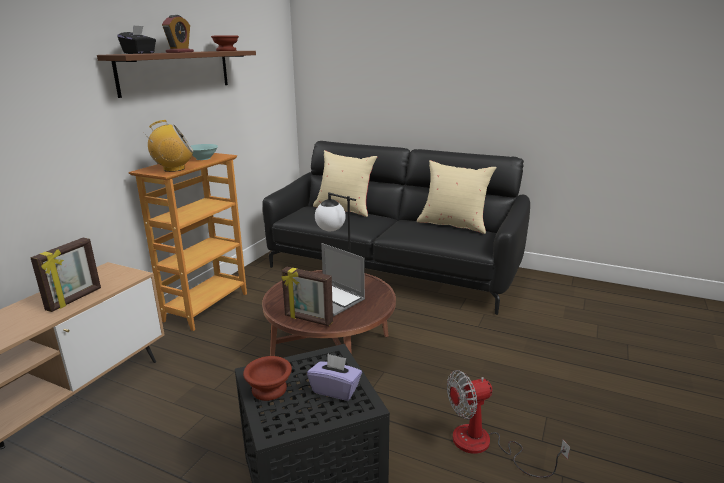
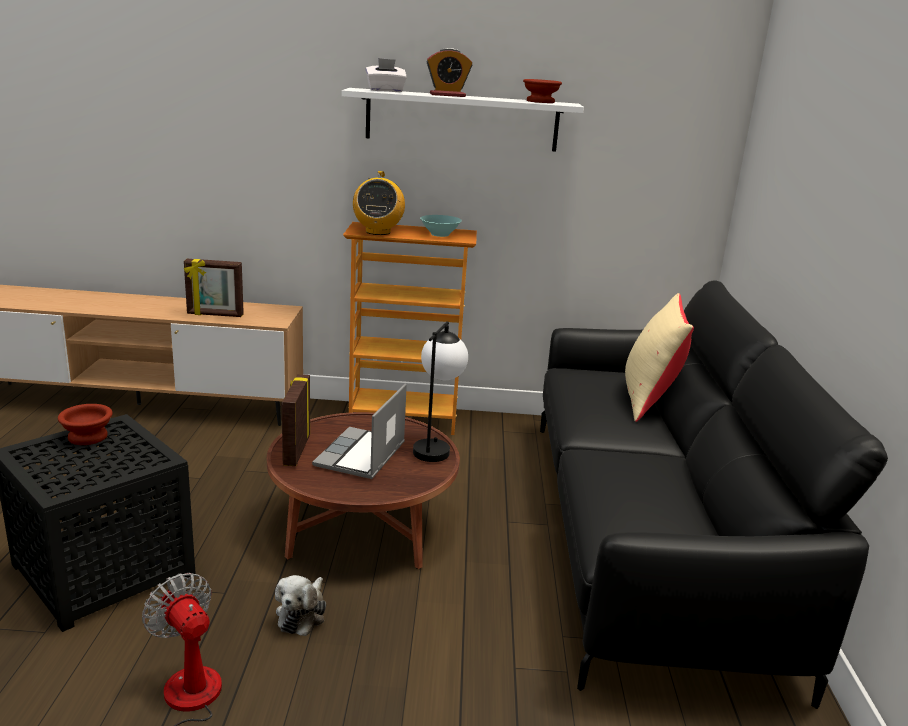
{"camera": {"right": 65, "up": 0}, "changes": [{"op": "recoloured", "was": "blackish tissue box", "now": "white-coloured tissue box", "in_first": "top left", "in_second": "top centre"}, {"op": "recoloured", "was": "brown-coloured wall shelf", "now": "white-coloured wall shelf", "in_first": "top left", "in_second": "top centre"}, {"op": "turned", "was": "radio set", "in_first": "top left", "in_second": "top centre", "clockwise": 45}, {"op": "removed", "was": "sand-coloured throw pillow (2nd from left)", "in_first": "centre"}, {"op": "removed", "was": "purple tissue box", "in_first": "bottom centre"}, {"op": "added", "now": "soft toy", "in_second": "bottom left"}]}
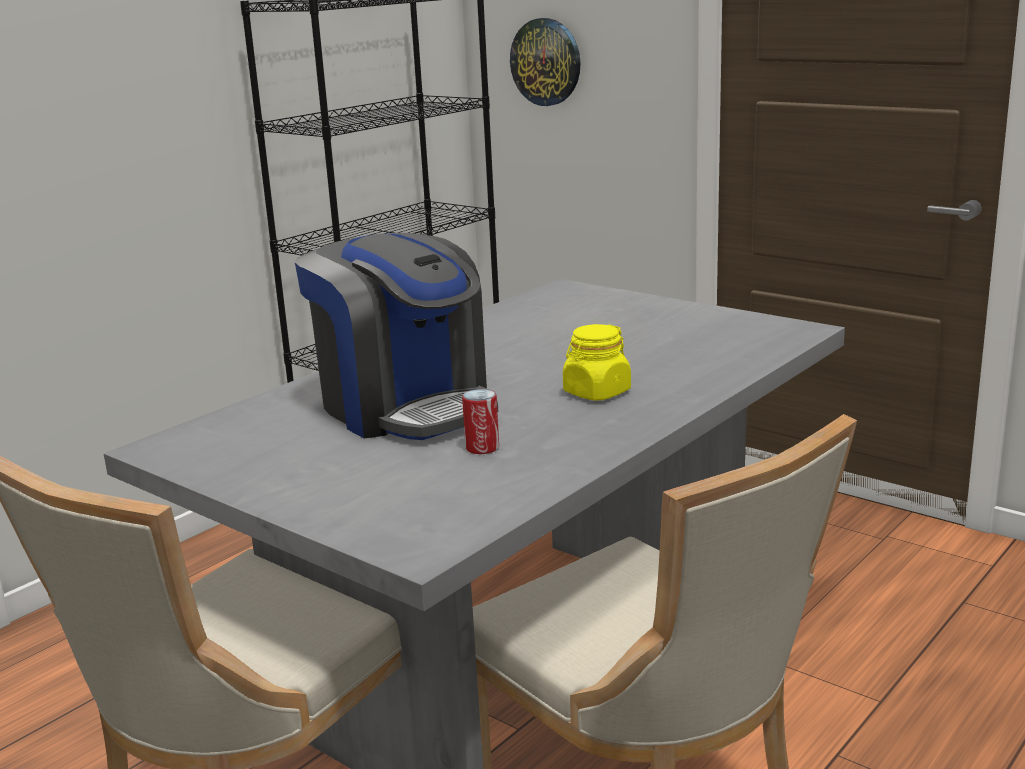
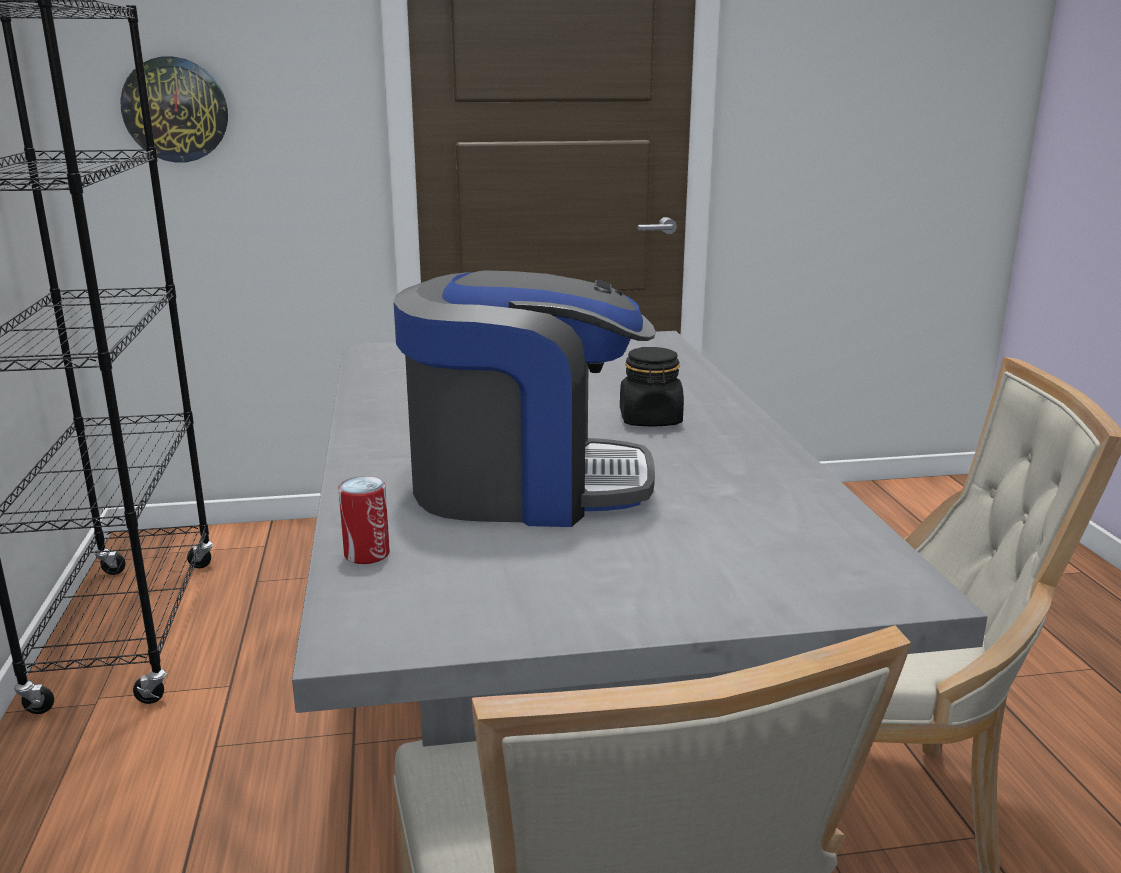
{"camera": {"right": -50, "up": 0}, "changes": [{"op": "recoloured", "was": "yellowish preserve jar", "now": "blackish preserve jar", "in_first": "centre", "in_second": "centre"}, {"op": "moved", "was": "sealed can", "in_first": "centre", "in_second": "middle left"}]}
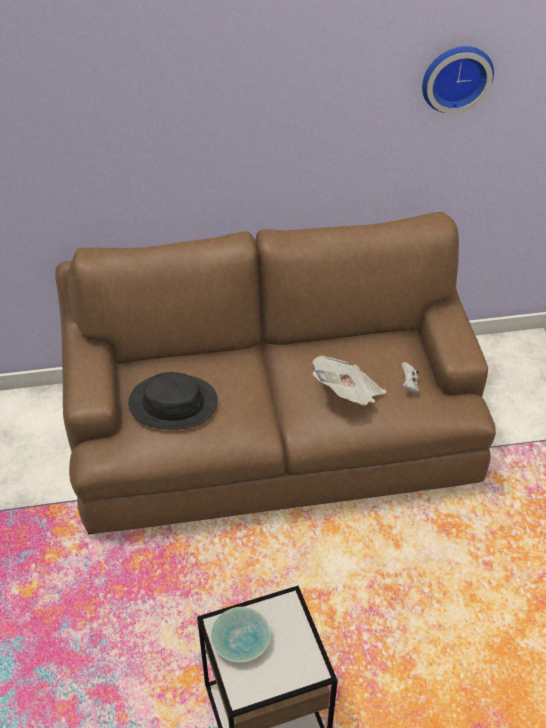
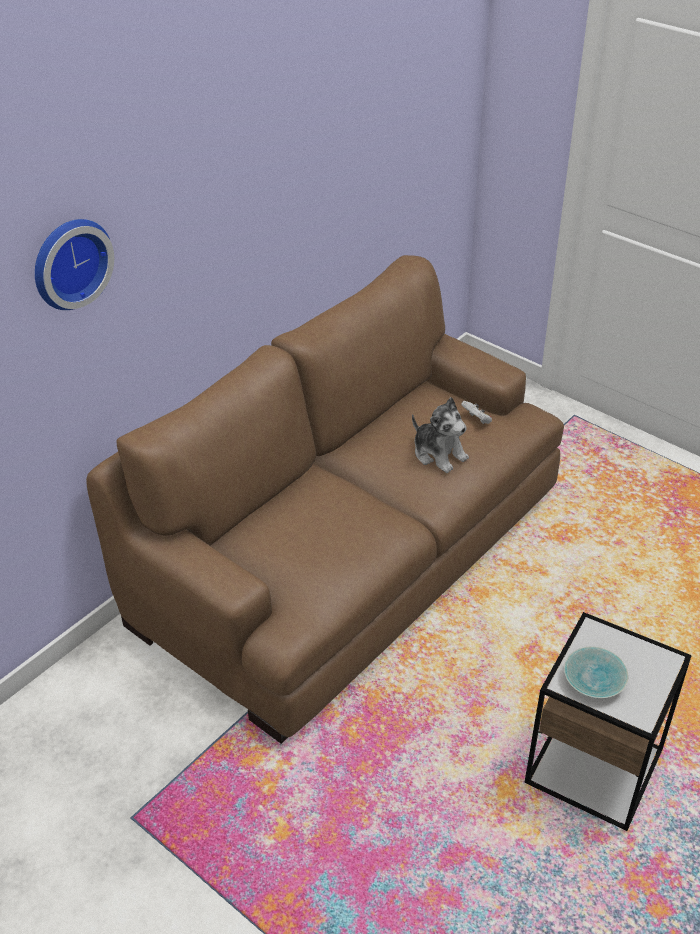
{"camera": {"right": -40, "up": -5}, "changes": [{"op": "moved", "was": "wall clock", "in_first": "top right", "in_second": "top left"}, {"op": "replaced", "was": "daily paper", "now": "soft toy", "in_first": "centre", "in_second": "centre"}, {"op": "removed", "was": "blackish wearable hat", "in_first": "middle left"}]}
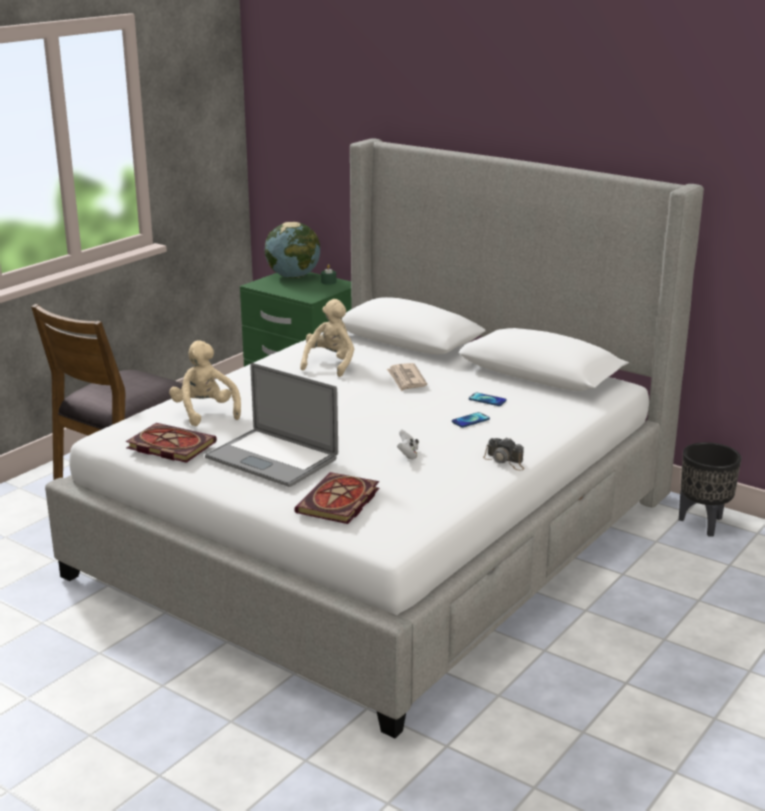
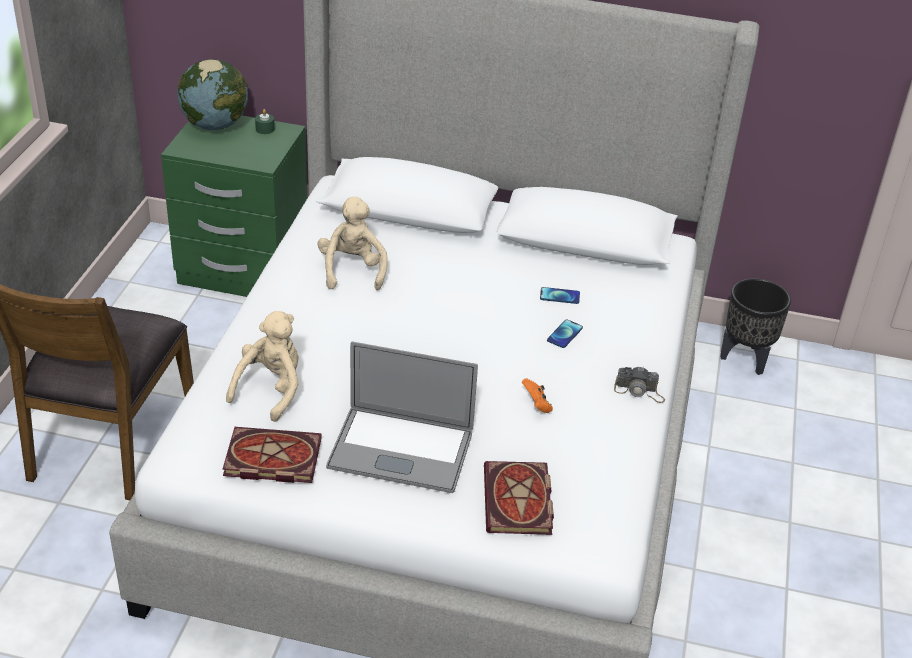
{"camera": {"right": -25, "up": 15}, "changes": [{"op": "turned", "was": "sand-coloured soft toy (1st from left)", "in_first": "middle left", "in_second": "middle left", "clockwise": 75}, {"op": "removed", "was": "daily paper", "in_first": "centre"}, {"op": "recoloured", "was": "white-coloured game controller", "now": "orange-coloured game controller", "in_first": "centre", "in_second": "centre"}]}
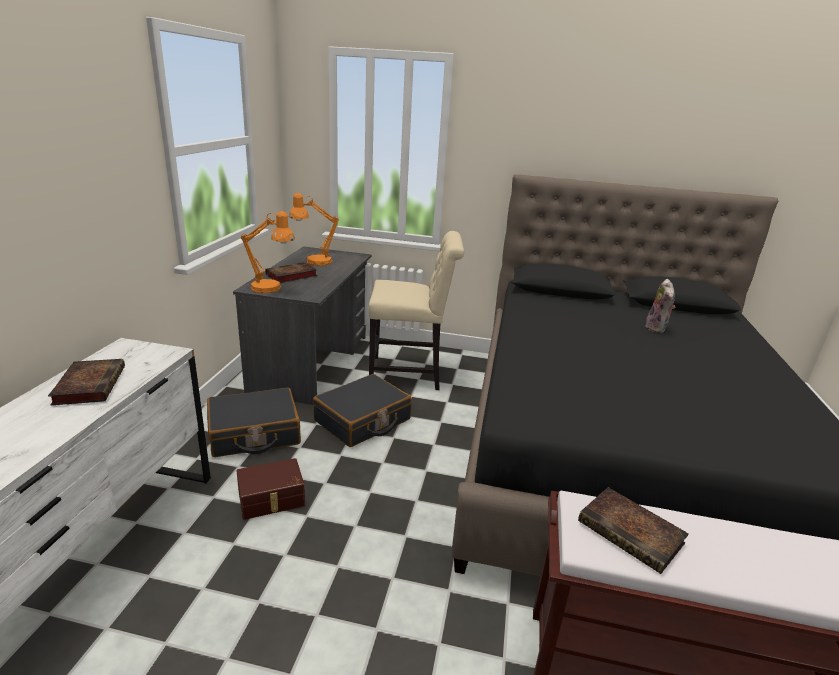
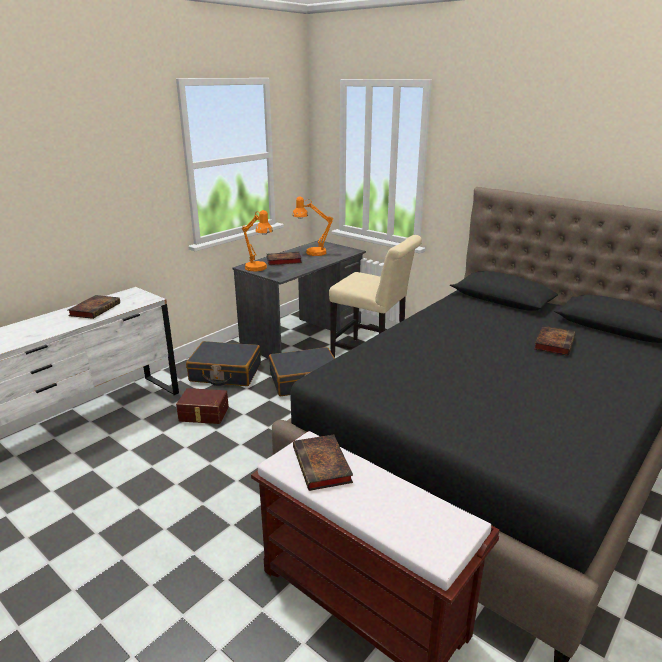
{"camera": {"right": 30, "up": 0}, "changes": [{"op": "replaced", "was": "soft toy", "now": "book (4th from left)", "in_first": "middle right", "in_second": "middle right"}]}
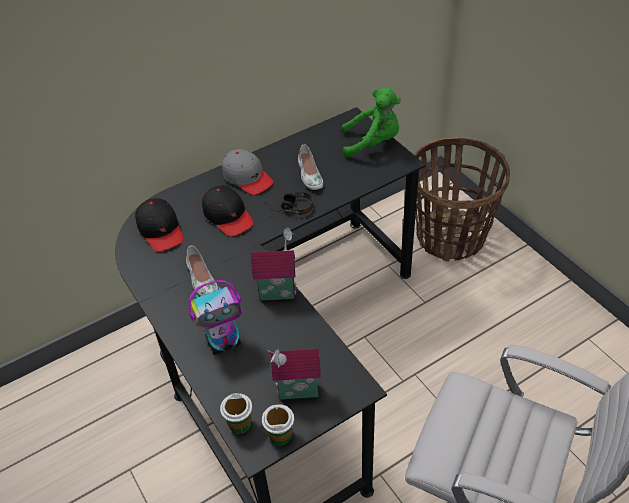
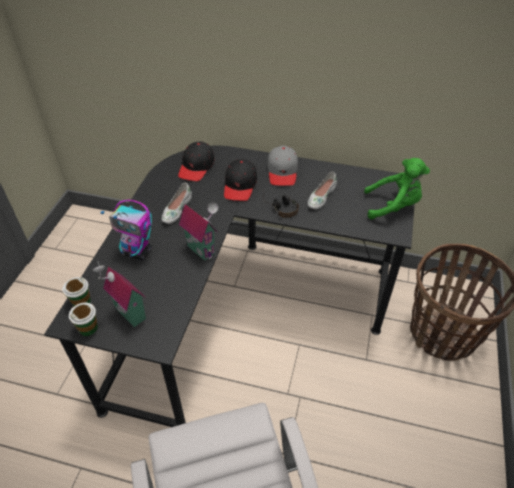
{"camera": {"right": 45, "up": 0}, "changes": [{"op": "turned", "was": "green soft toy", "in_first": "top centre", "in_second": "middle right", "clockwise": -45}]}
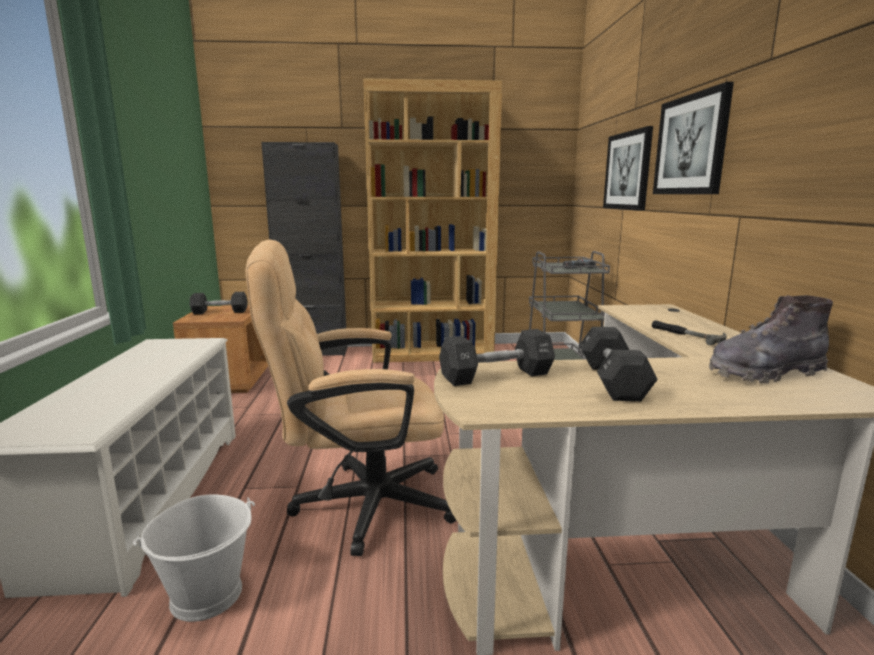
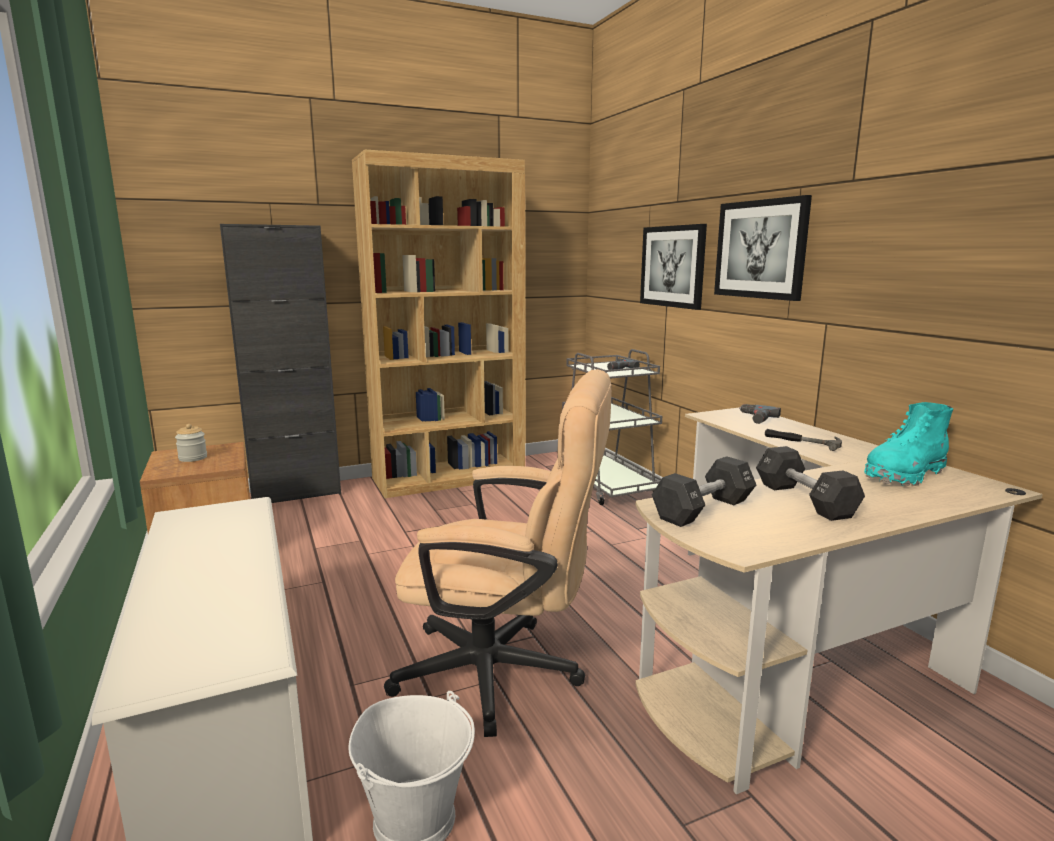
{"camera": {"right": -20, "up": 0}, "changes": [{"op": "turned", "was": "sand-coloured computer chair", "in_first": "centre", "in_second": "centre", "clockwise": -135}, {"op": "replaced", "was": "blackish hand weight (1st from left)", "now": "preserve jar", "in_first": "middle left", "in_second": "middle left"}, {"op": "recoloured", "was": "gray tall boot", "now": "turquoise-coloured tall boot", "in_first": "middle right", "in_second": "middle right"}, {"op": "added", "now": "drill (2nd from left)", "in_second": "middle right"}]}
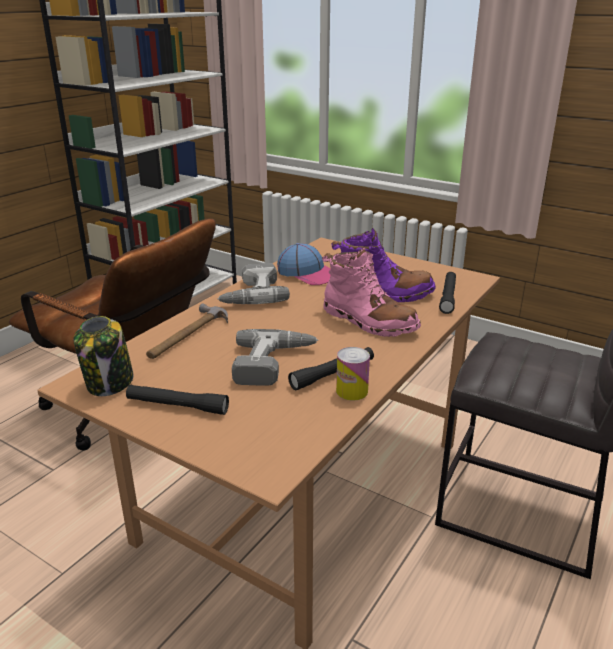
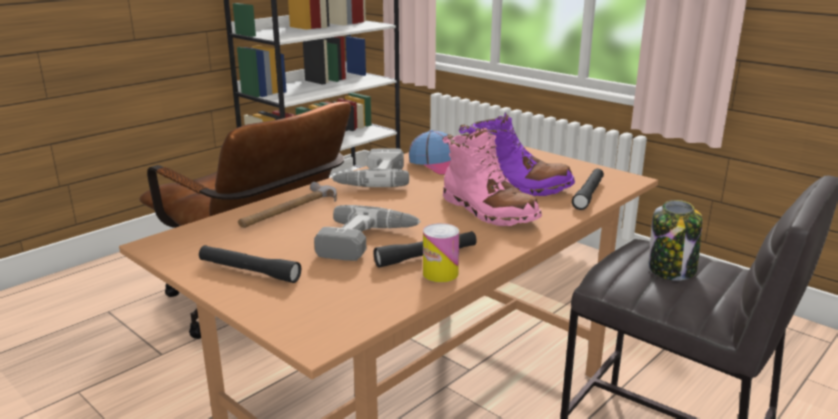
{"camera": {"right": 10, "up": -5}, "changes": [{"op": "moved", "was": "preserve jar", "in_first": "middle left", "in_second": "middle right"}]}
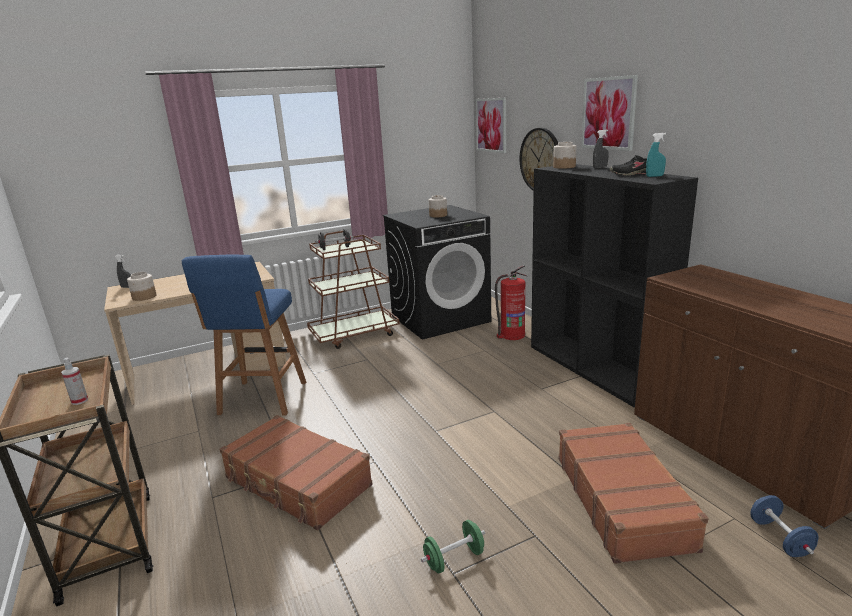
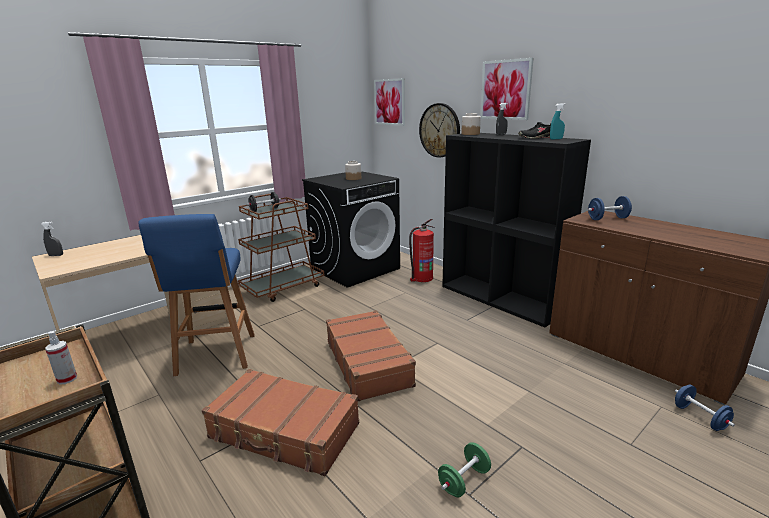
{"camera": {"right": -15, "up": 0}, "changes": [{"op": "removed", "was": "preserve jar (1st from left)", "in_first": "middle left"}, {"op": "moved", "was": "brown-coloured suitcase (2nd from left)", "in_first": "bottom right", "in_second": "bottom centre"}, {"op": "added", "now": "blue-coloured hand weight (1st from left)", "in_second": "middle right"}]}
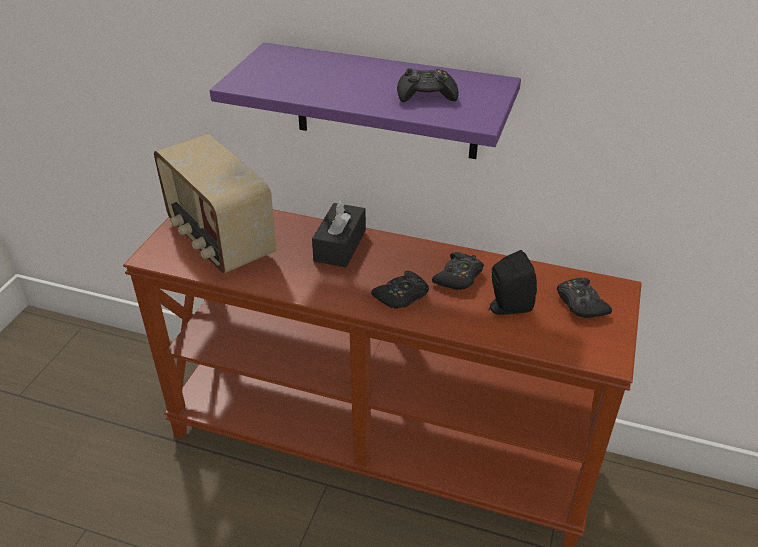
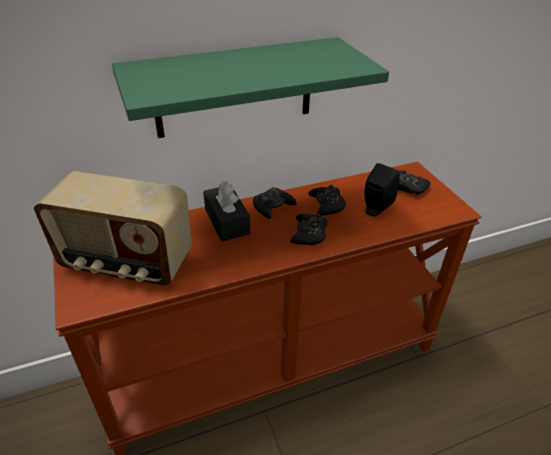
{"camera": {"right": -40, "up": 0}, "changes": [{"op": "recoloured", "was": "purple wall shelf", "now": "green wall shelf", "in_first": "top centre", "in_second": "top centre"}, {"op": "moved", "was": "blackish game controller (2nd from left in the first image)", "now": "blackish game controller (1st from left)", "in_first": "top centre", "in_second": "centre"}]}
